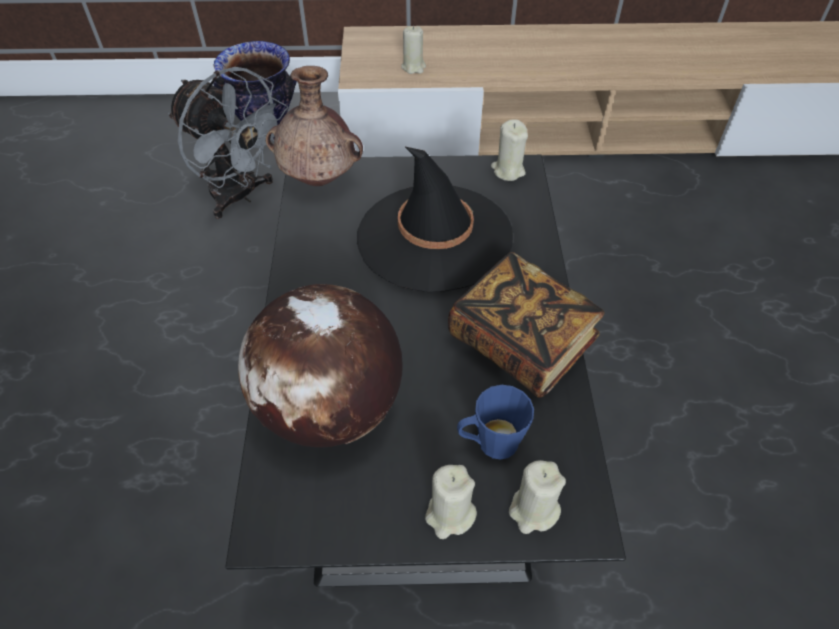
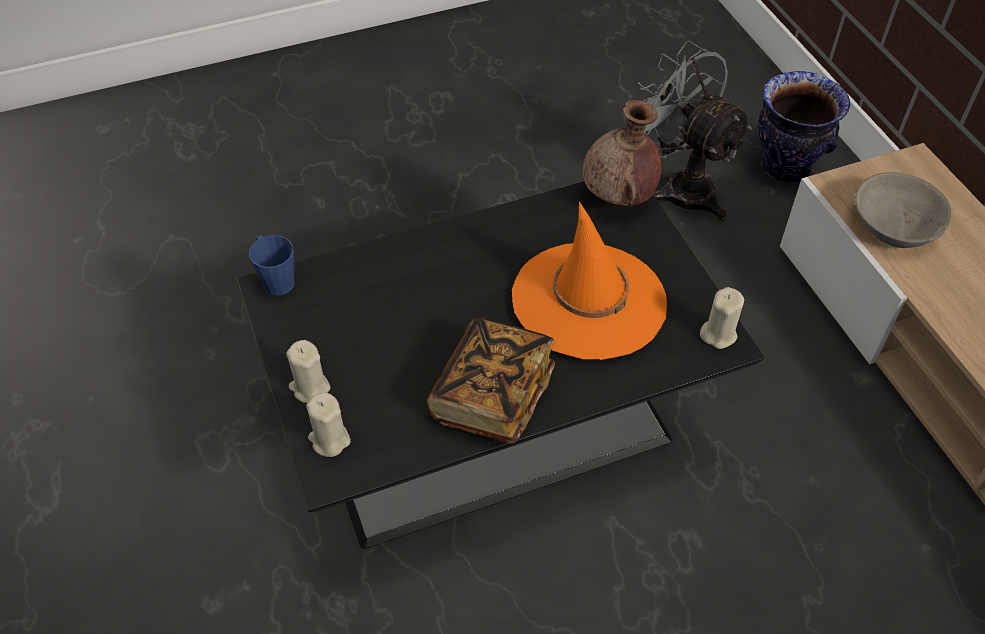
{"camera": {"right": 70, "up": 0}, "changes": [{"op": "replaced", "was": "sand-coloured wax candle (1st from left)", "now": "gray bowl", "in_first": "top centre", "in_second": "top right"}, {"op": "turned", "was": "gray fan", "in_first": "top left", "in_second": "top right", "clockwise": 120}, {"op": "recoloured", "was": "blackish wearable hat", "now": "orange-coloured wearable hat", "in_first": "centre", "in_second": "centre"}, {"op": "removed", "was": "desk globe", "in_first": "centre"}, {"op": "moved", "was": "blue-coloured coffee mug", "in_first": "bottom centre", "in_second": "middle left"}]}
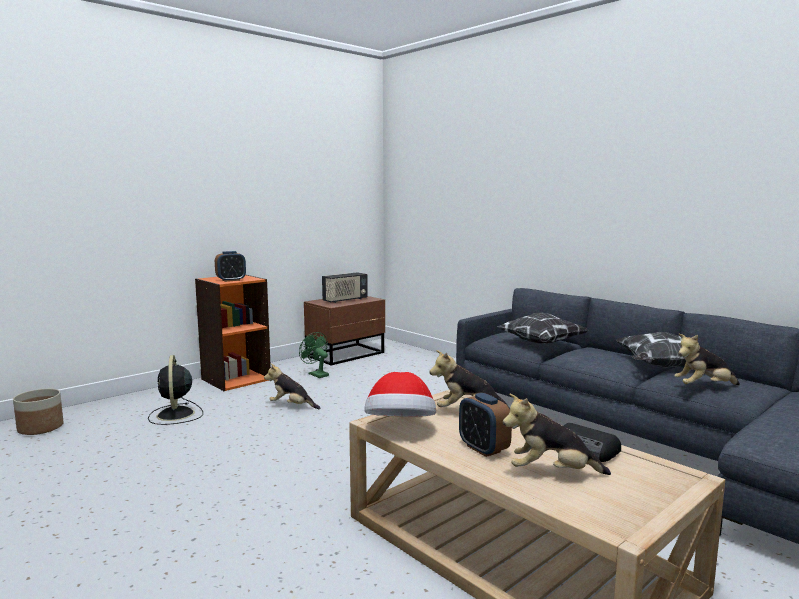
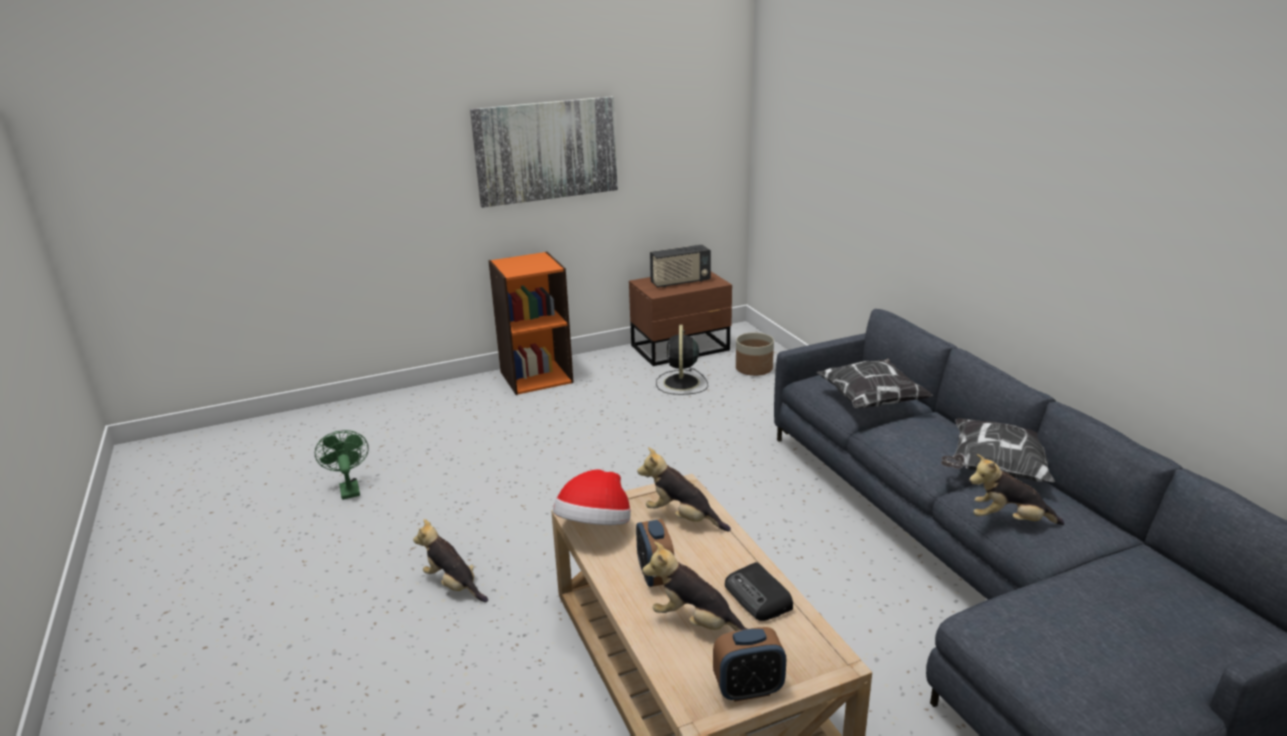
{"camera": {"right": 20, "up": 15}, "changes": [{"op": "moved", "was": "alarm clock (1st from left in the first image)", "now": "alarm clock (2nd from left)", "in_first": "middle left", "in_second": "bottom centre"}, {"op": "moved", "was": "green fan", "in_first": "centre", "in_second": "middle left"}, {"op": "moved", "was": "blackish fan", "in_first": "middle left", "in_second": "centre"}, {"op": "moved", "was": "soft toy (1st from left)", "in_first": "centre", "in_second": "bottom centre"}, {"op": "moved", "was": "plant pot", "in_first": "bottom left", "in_second": "centre"}, {"op": "added", "now": "wall picture", "in_second": "top centre"}]}
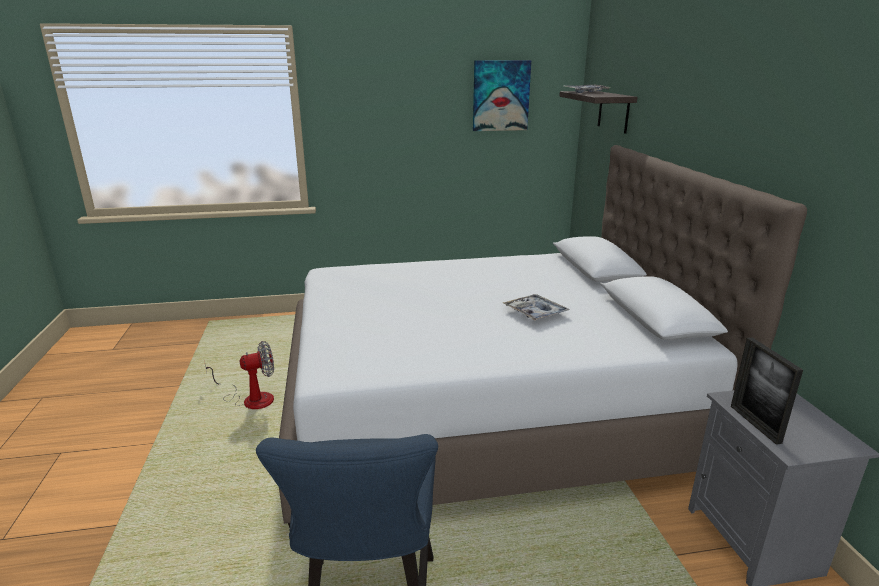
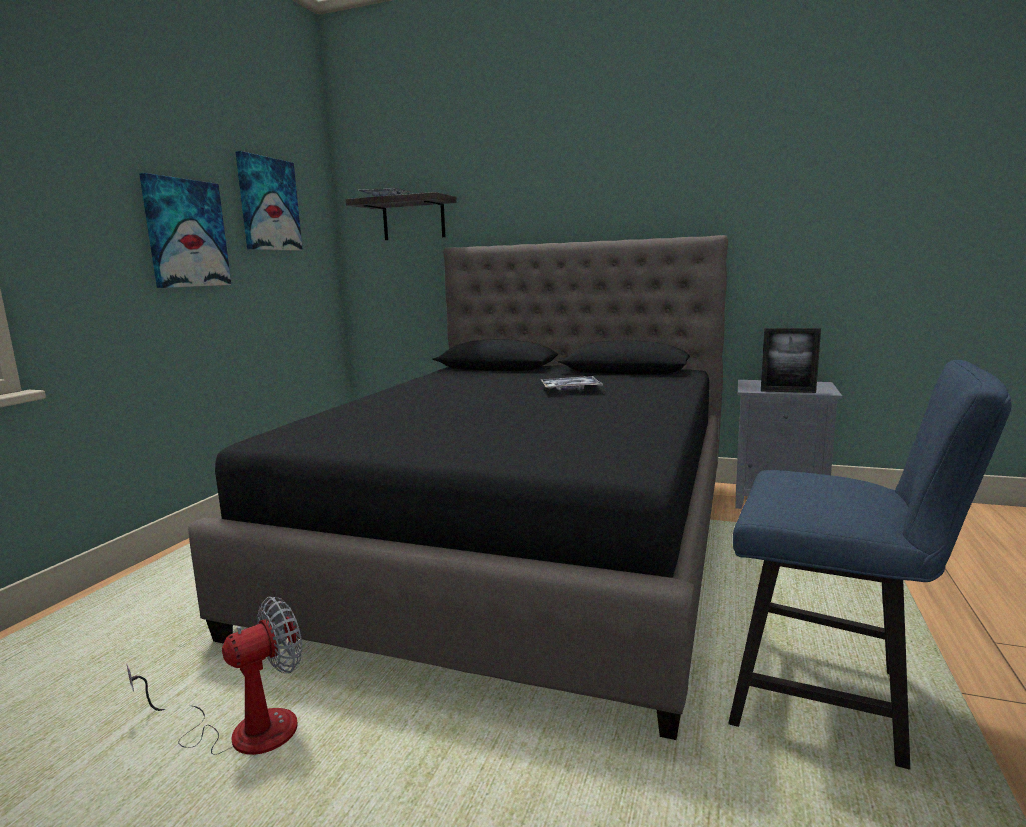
{"camera": {"right": -60, "up": -10}, "changes": [{"op": "recoloured", "was": "white-coloured bedroom bed", "now": "blackish bedroom bed", "in_first": "centre", "in_second": "centre"}, {"op": "turned", "was": "fan", "in_first": "middle left", "in_second": "bottom left", "clockwise": 45}, {"op": "added", "now": "wall picture (1st from left)", "in_second": "top left"}]}
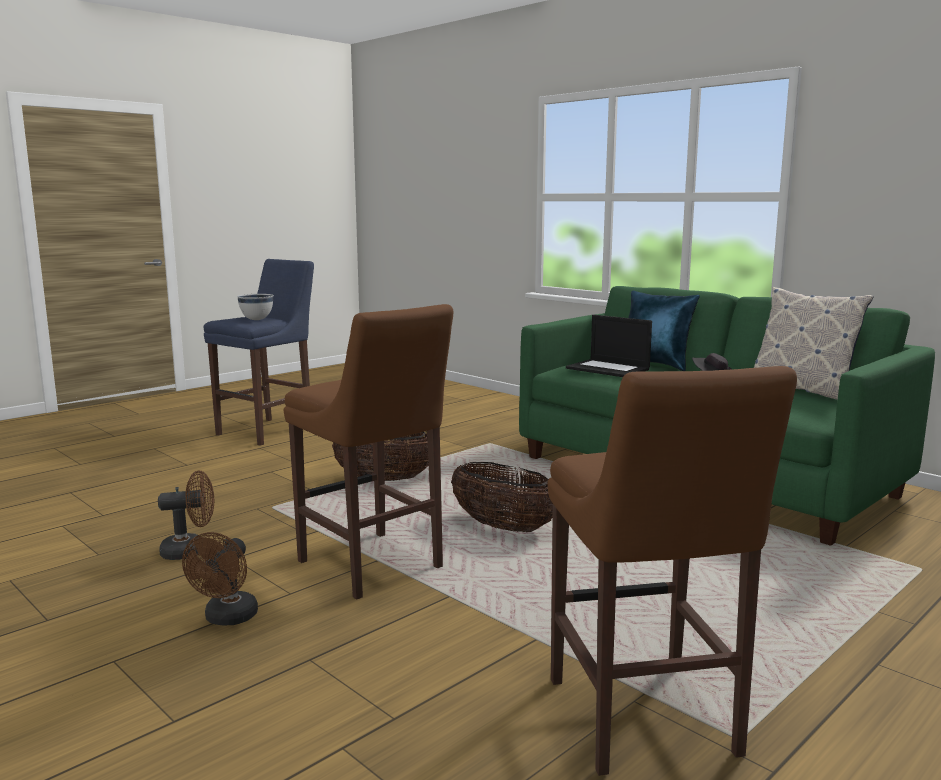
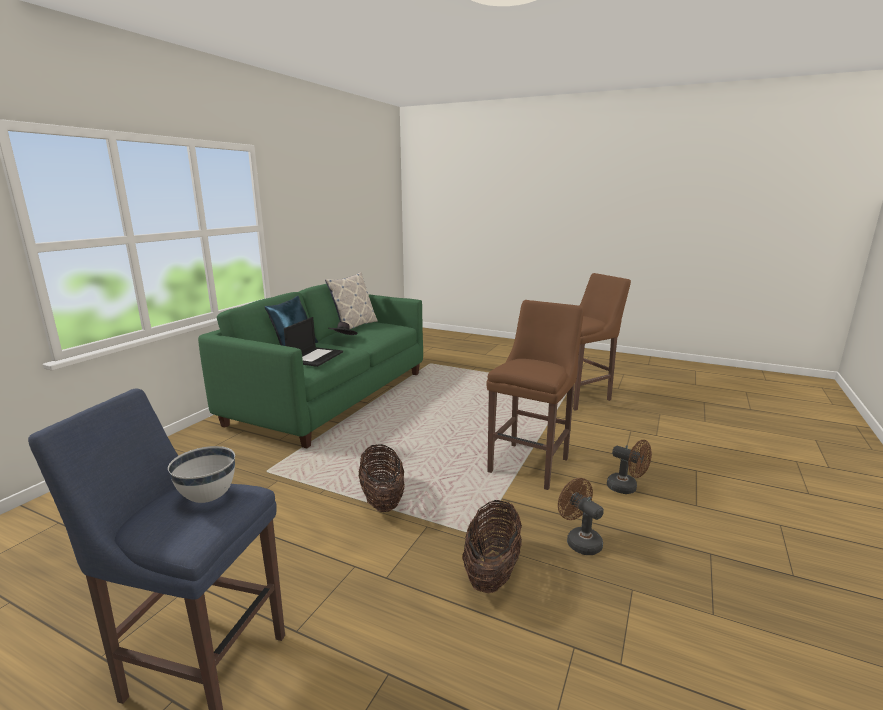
{"camera": {"right": -110, "up": 5}, "changes": [{"op": "moved", "was": "basket (2nd from left)", "in_first": "centre", "in_second": "bottom centre"}, {"op": "turned", "was": "brown-coloured fan (2nd from left)", "in_first": "bottom left", "in_second": "middle right", "clockwise": 45}]}
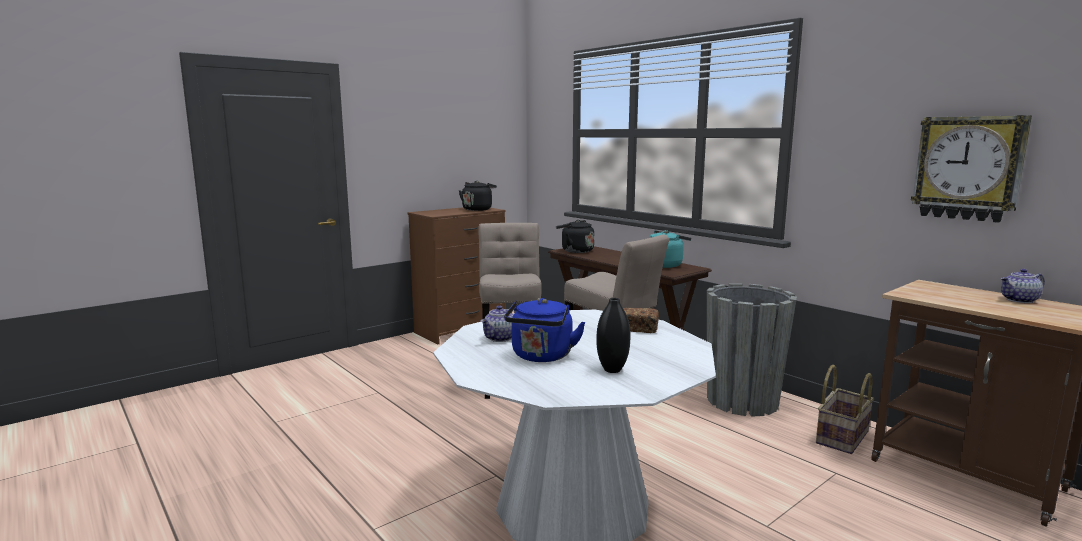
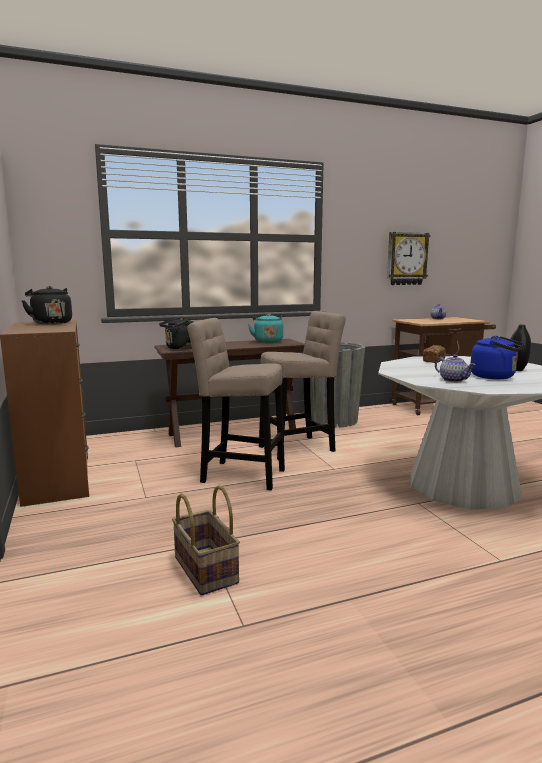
{"camera": {"right": -70, "up": 0}, "changes": [{"op": "moved", "was": "basket", "in_first": "bottom right", "in_second": "bottom centre"}]}
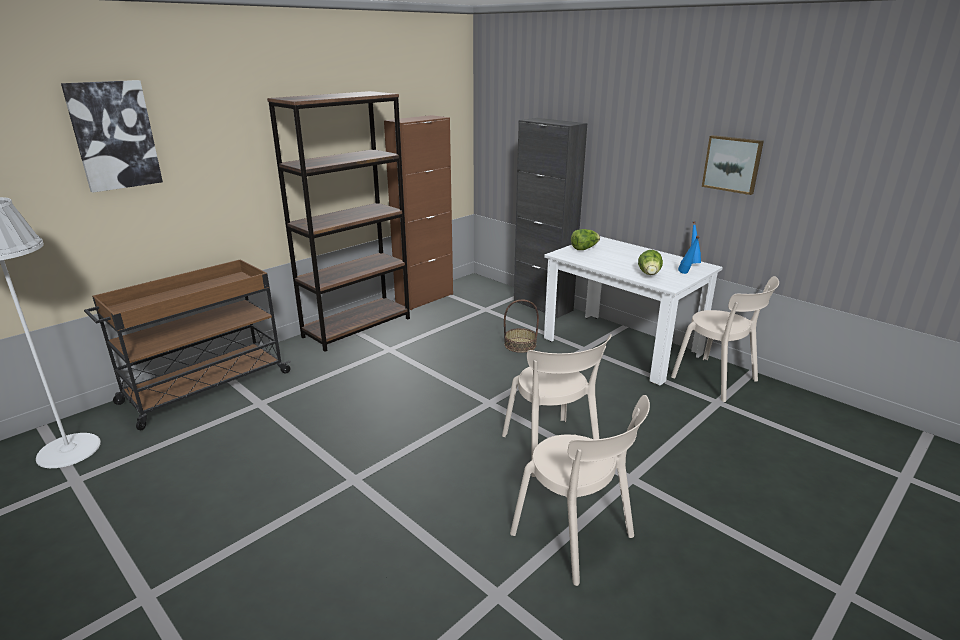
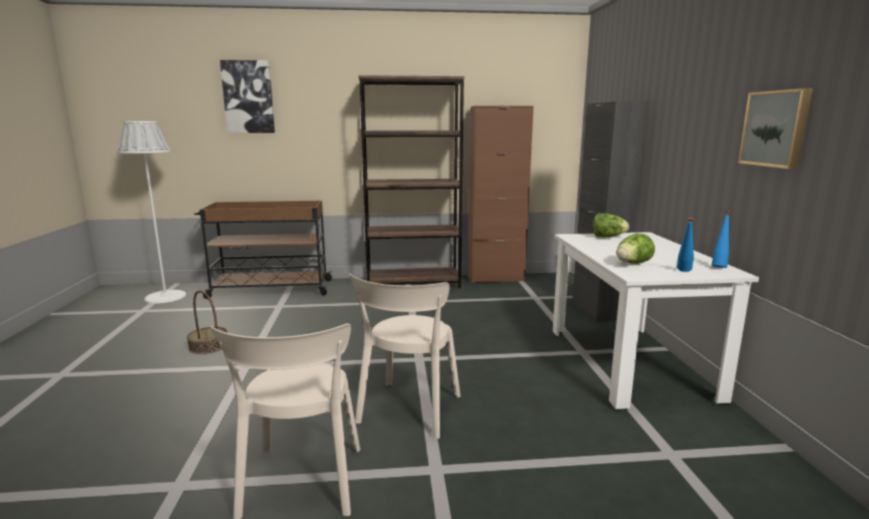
{"camera": {"right": 40, "up": -10}, "changes": [{"op": "removed", "was": "sand-coloured chair (3rd from left)", "in_first": "middle right"}, {"op": "moved", "was": "basket", "in_first": "centre", "in_second": "middle left"}]}
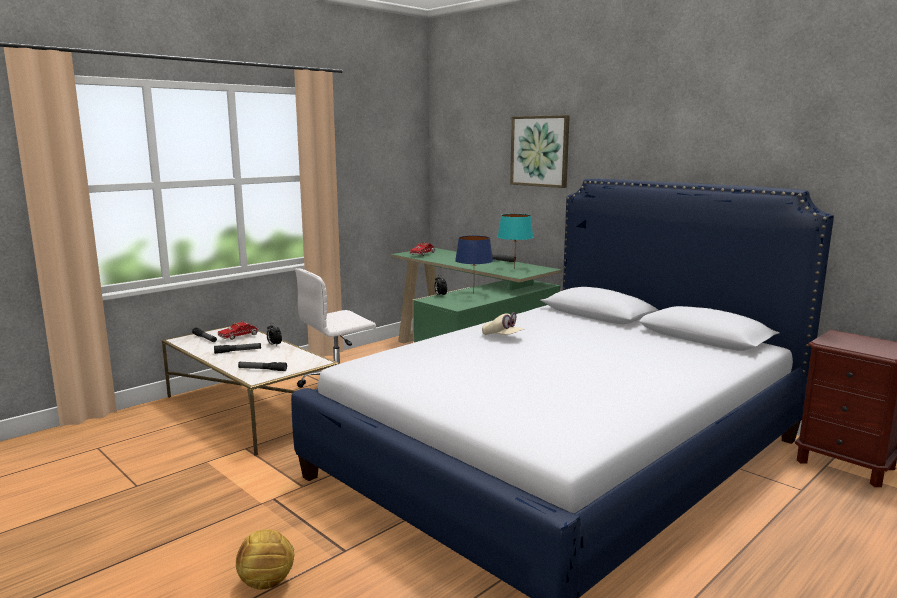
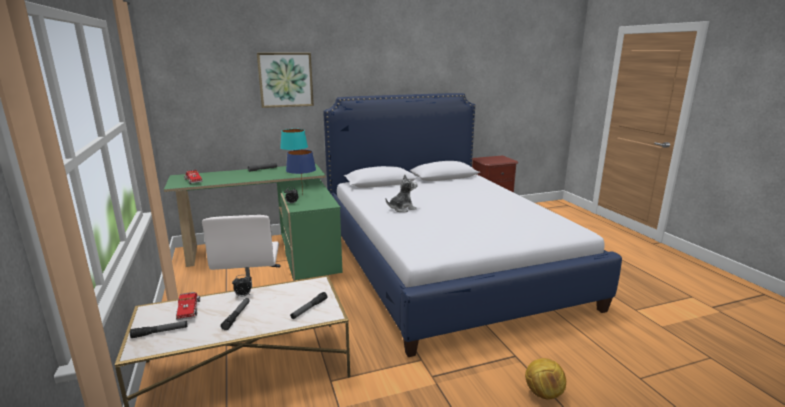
{"camera": {"right": -65, "up": 5}, "changes": [{"op": "replaced", "was": "sand-coloured peaked cap", "now": "soft toy", "in_first": "centre", "in_second": "centre"}]}
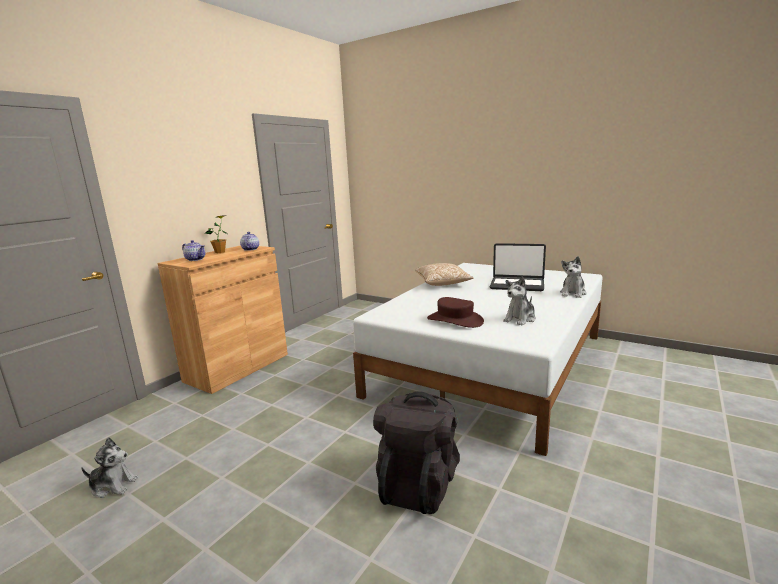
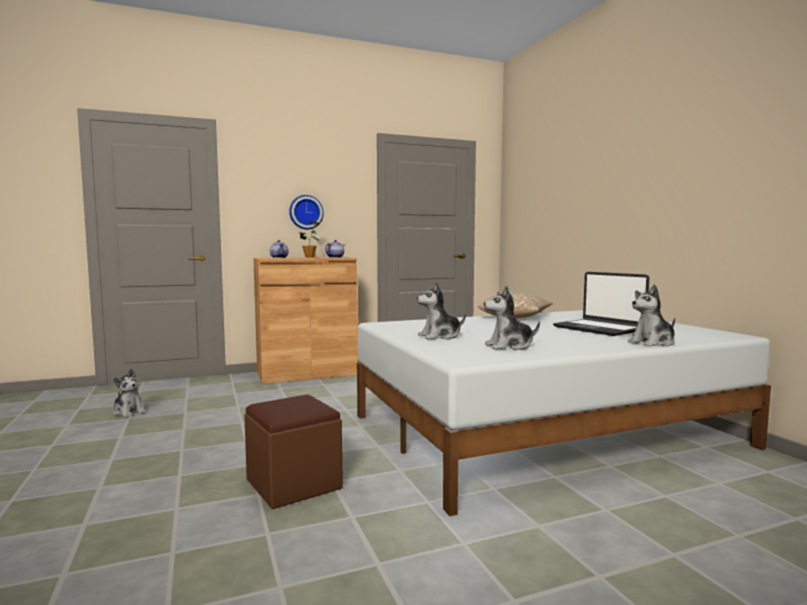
{"camera": {"right": 35, "up": -10}, "changes": [{"op": "replaced", "was": "brown-coloured wearable hat", "now": "soft toy (2nd from left)", "in_first": "centre", "in_second": "centre"}, {"op": "replaced", "was": "blackish backpack", "now": "brown-coloured footrest", "in_first": "bottom centre", "in_second": "bottom centre"}, {"op": "added", "now": "wall clock", "in_second": "centre"}]}
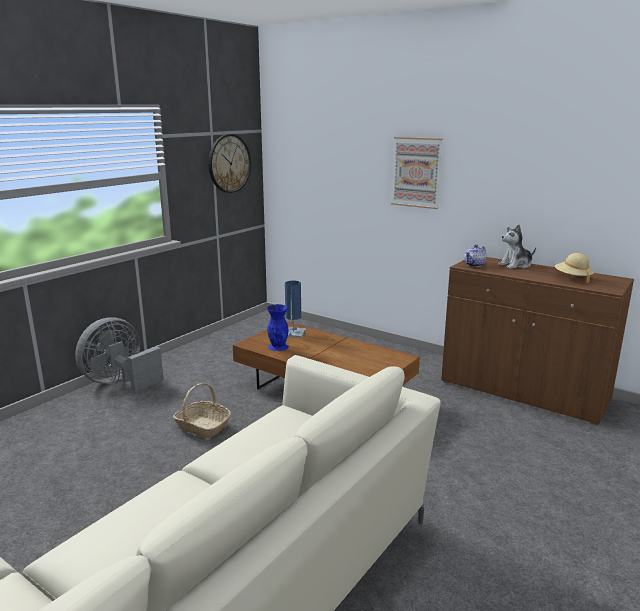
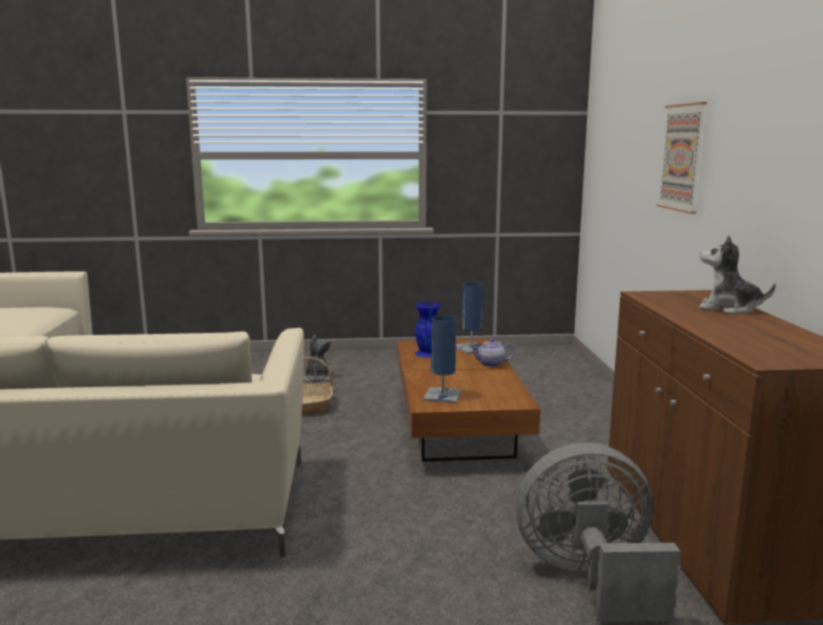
{"camera": {"right": 50, "up": -5}, "changes": [{"op": "removed", "was": "wall clock", "in_first": "top centre"}, {"op": "moved", "was": "teapot", "in_first": "middle right", "in_second": "centre"}, {"op": "removed", "was": "sand-coloured wearable hat", "in_first": "middle right"}, {"op": "moved", "was": "gray fan", "in_first": "middle left", "in_second": "bottom right"}, {"op": "added", "now": "blue-coloured table lamp (1st from left)", "in_second": "centre"}, {"op": "added", "now": "soft toy (1st from left)", "in_second": "centre"}]}
